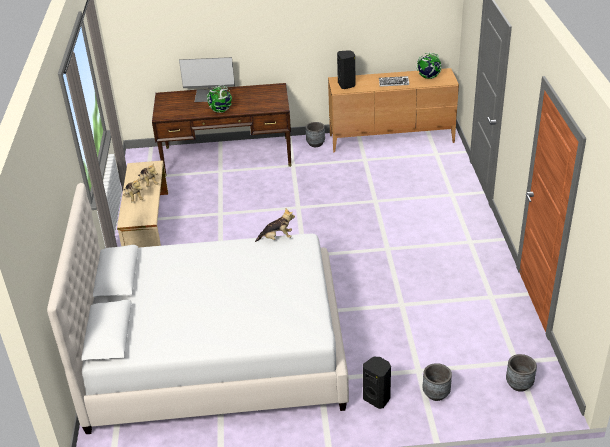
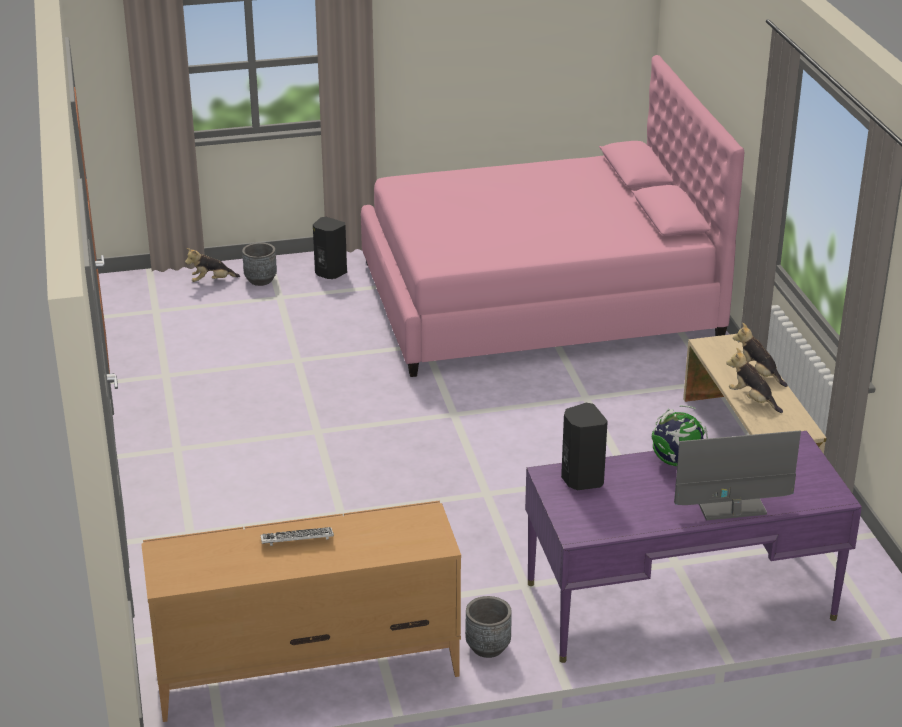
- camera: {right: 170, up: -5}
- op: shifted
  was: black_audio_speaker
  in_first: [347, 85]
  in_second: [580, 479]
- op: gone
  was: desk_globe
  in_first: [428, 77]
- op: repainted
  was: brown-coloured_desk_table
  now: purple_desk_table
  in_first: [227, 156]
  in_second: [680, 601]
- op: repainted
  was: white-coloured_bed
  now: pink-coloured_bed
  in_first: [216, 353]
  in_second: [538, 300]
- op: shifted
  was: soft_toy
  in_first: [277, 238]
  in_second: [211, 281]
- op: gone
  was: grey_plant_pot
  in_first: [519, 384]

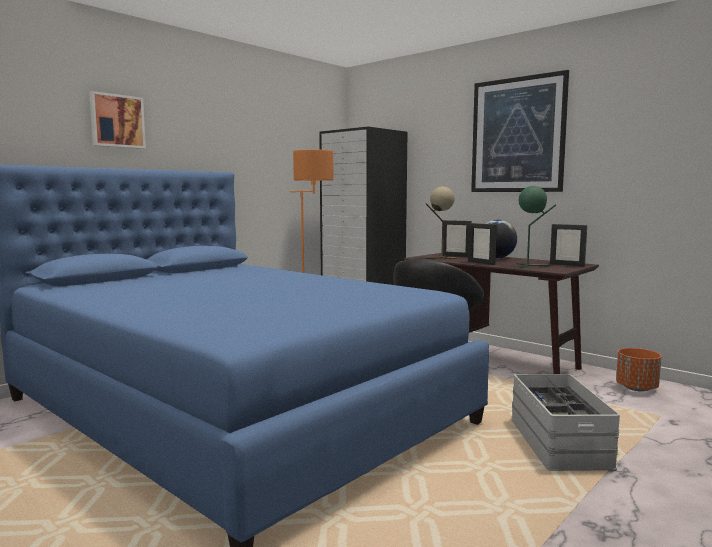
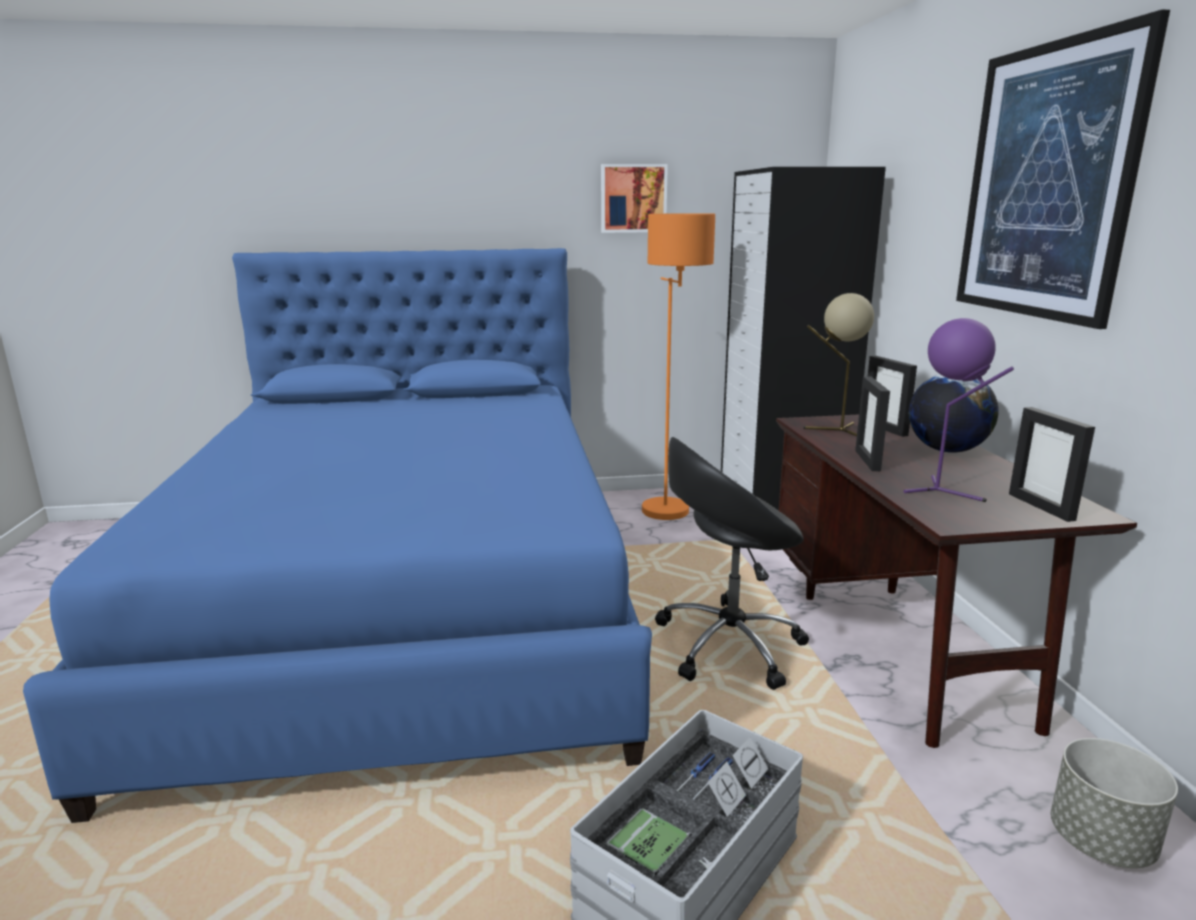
- camera: {right: 40, up: 10}
- op: shifted
  was: wall_picture
  in_first: [117, 121]
  in_second: [633, 198]
- op: repainted
  was: greenish_lamp_for_a_table
  now: purple_lamp_for_a_table
  in_first: [530, 266]
  in_second: [943, 491]
- op: repainted
  was: orange-coloured_plant_pot
  now: grey_plant_pot
  in_first: [637, 388]
  in_second: [1101, 842]

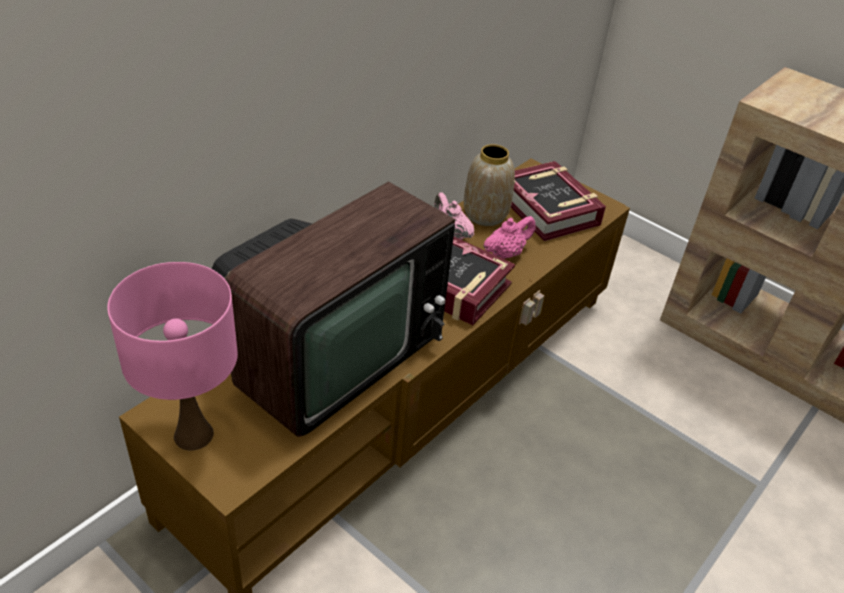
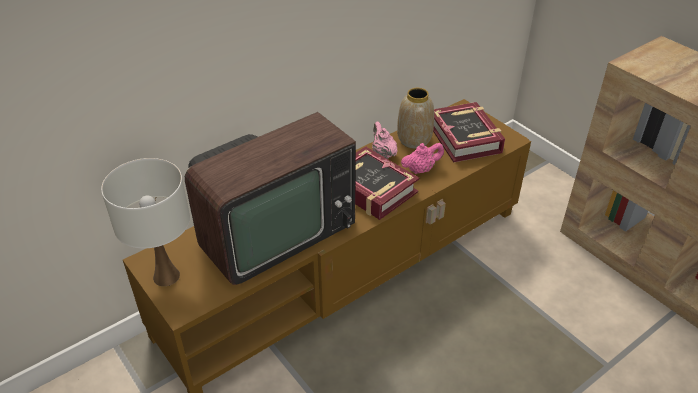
- camera: {right: 15, up: 0}
- op: repainted
  was: pink-coloured_lamp_for_a_table
  now: white-coloured_lamp_for_a_table
  in_first: [194, 434]
  in_second: [167, 276]

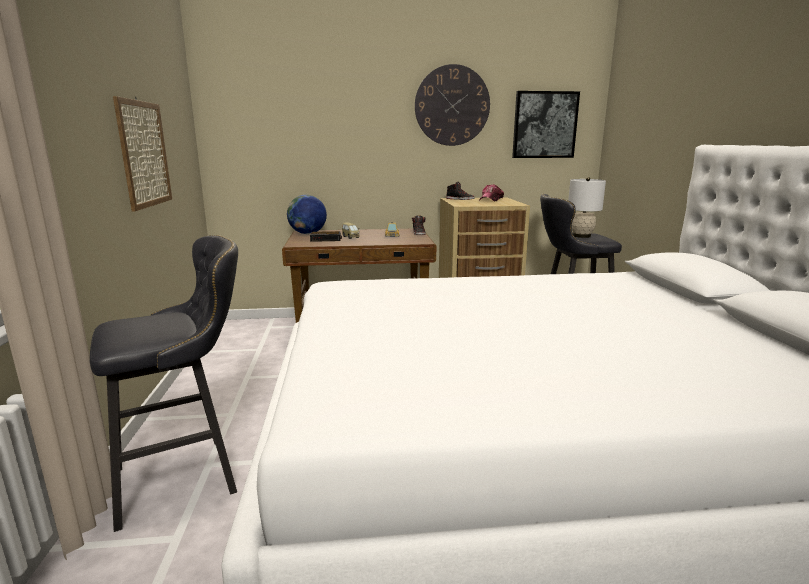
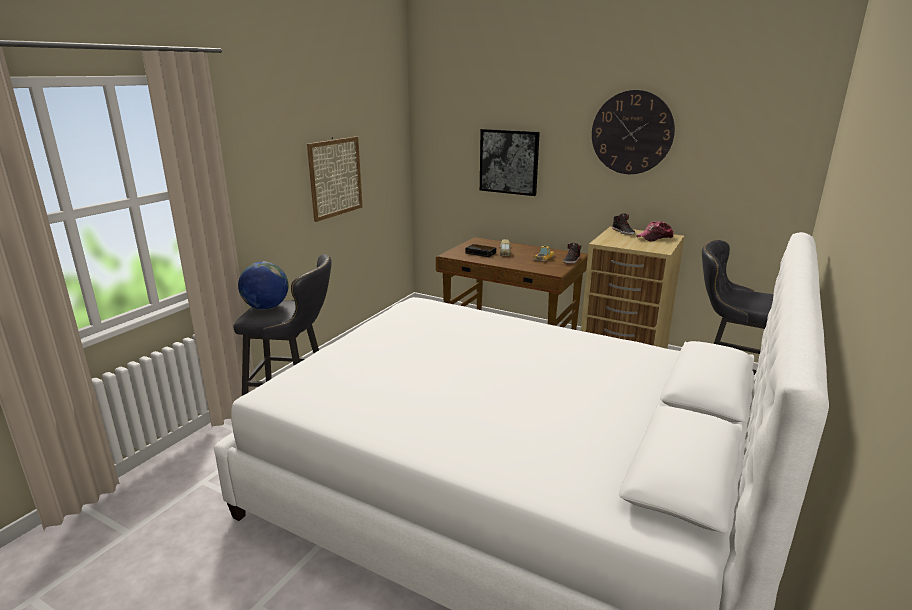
- camera: {right: 35, up: 5}
- op: shifted
  was: wall_picture
  in_first: [544, 125]
  in_second: [509, 162]
- op: gone
  was: white-coloured_lamp_for_a_table
  in_first: [581, 236]
- op: shifted
  was: desk_globe
  in_first: [308, 233]
  in_second: [266, 307]

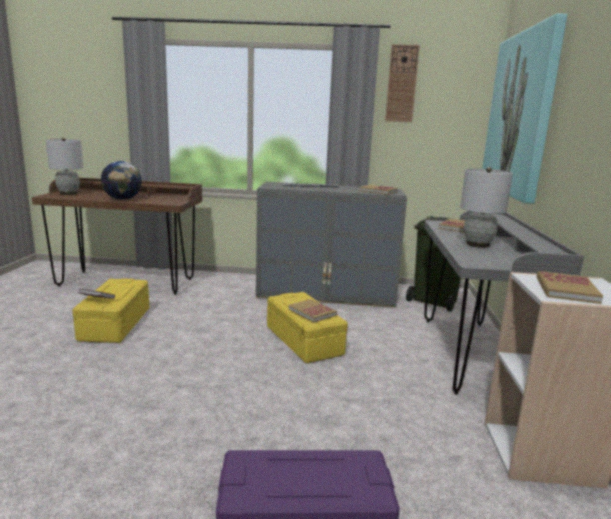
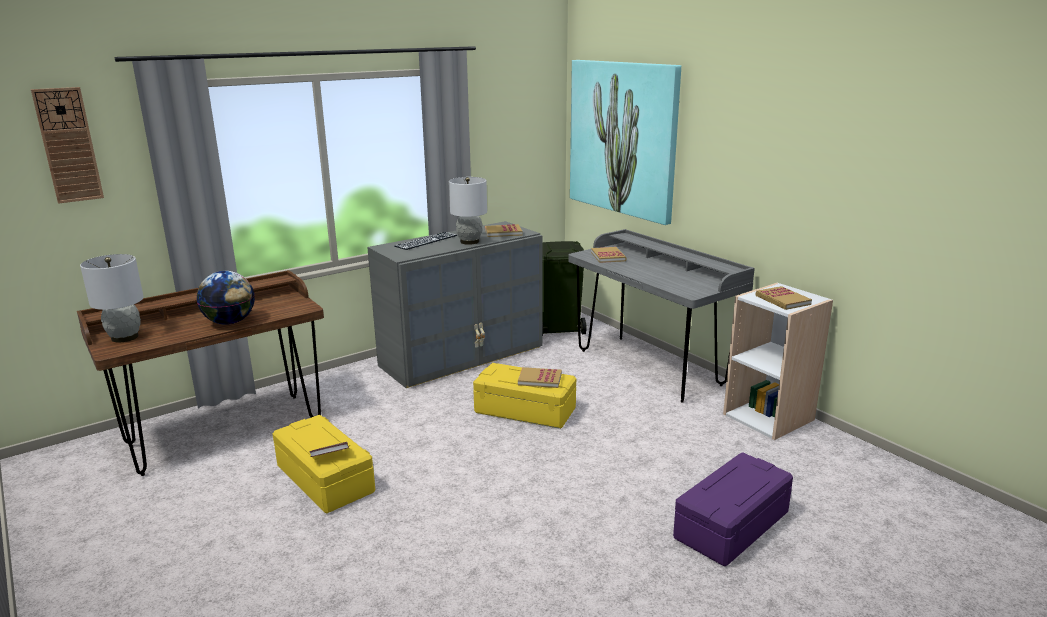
- camera: {right: -40, up: 5}
- op: shifted
  was: wall_clock
  in_first: [401, 84]
  in_second: [68, 145]
- op: shifted
  was: white-coloured_lamp_for_a_table
  in_first: [477, 244]
  in_second: [469, 241]

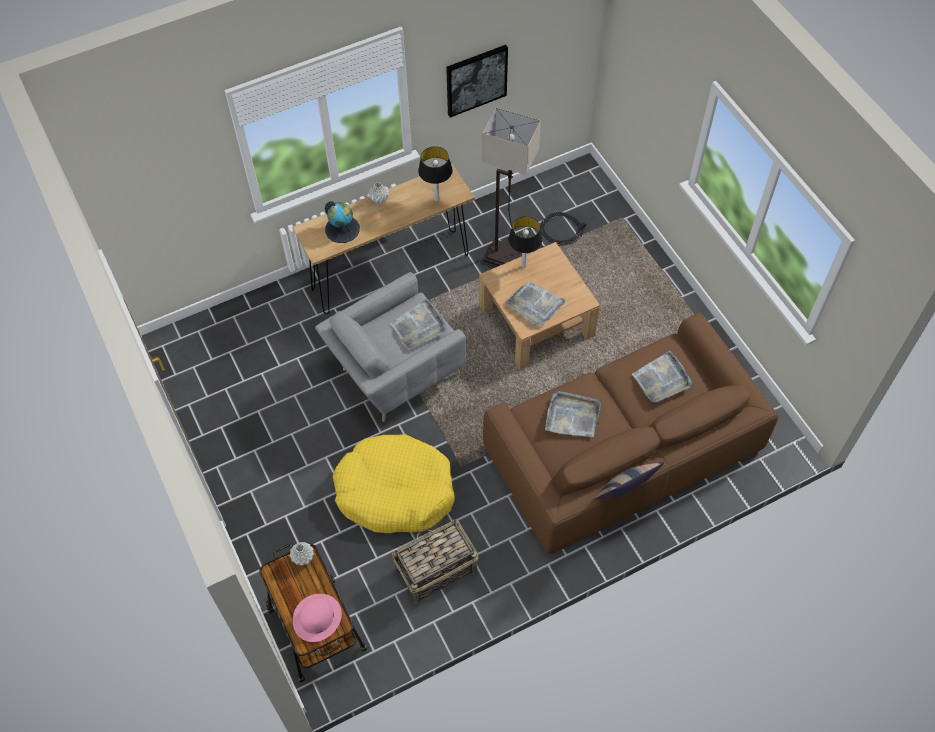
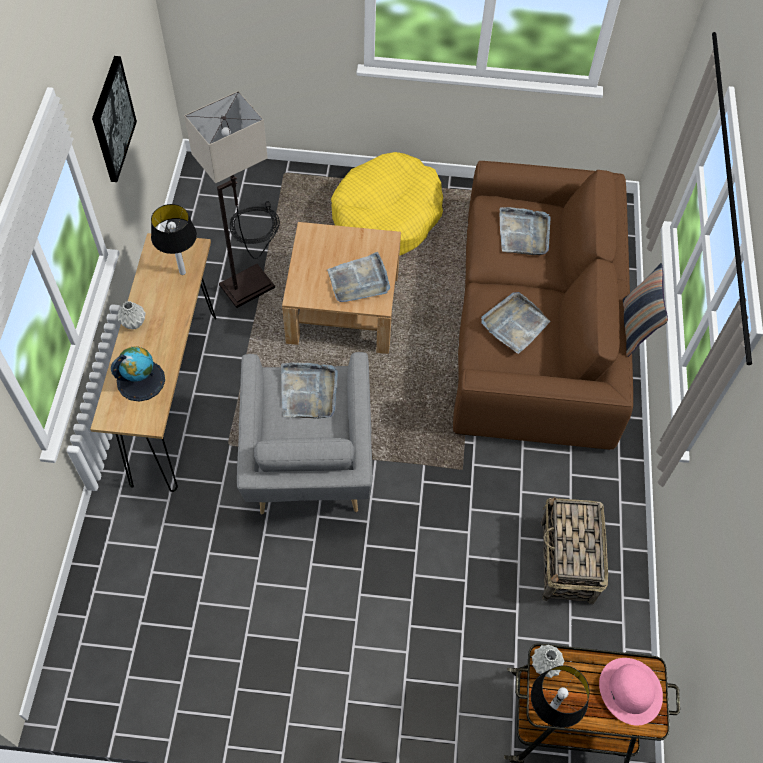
- camera: {right: -60, up: 0}
- op: shifted
  was: lamp_for_a_table
  in_first: [524, 265]
  in_second: [546, 715]
- op: shifted
  was: yellow-coloured_pet_bed
  in_first: [395, 491]
  in_second: [386, 218]

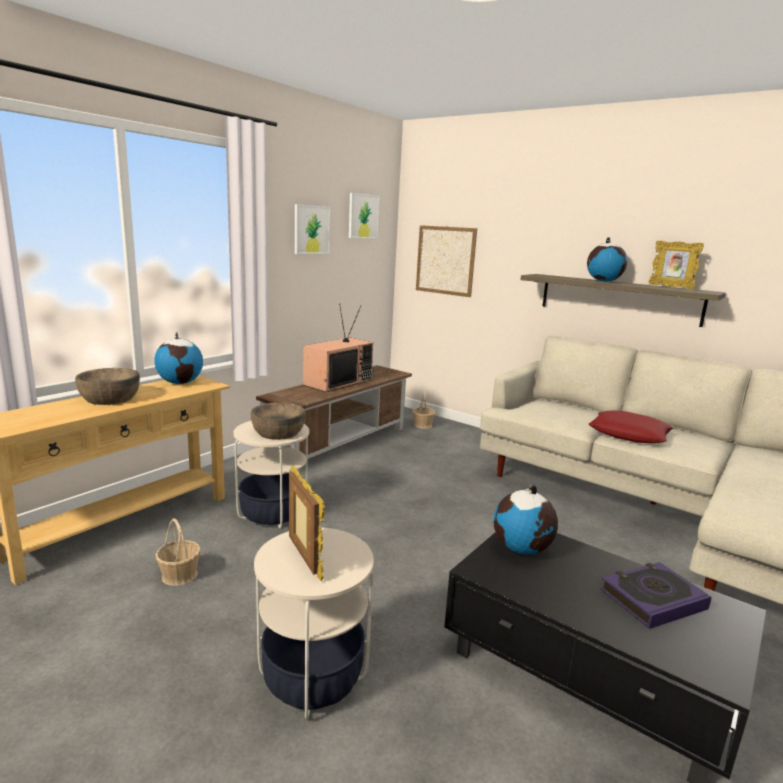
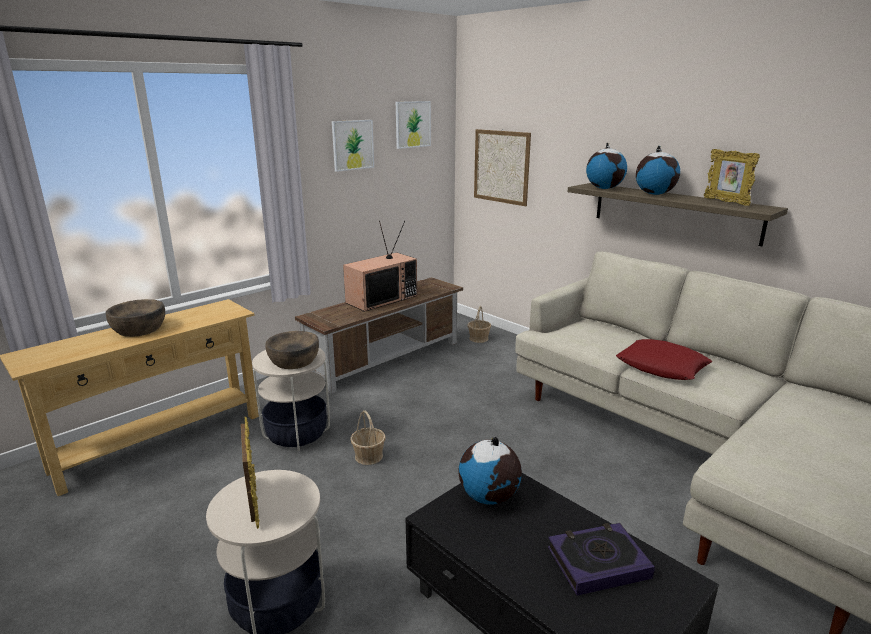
- camera: {right: 10, up: 5}
- op: shifted
  was: desk_globe
  in_first: [180, 383]
  in_second: [604, 188]
- op: shifted
  was: storage_basket
  in_first: [180, 575]
  in_second: [369, 456]

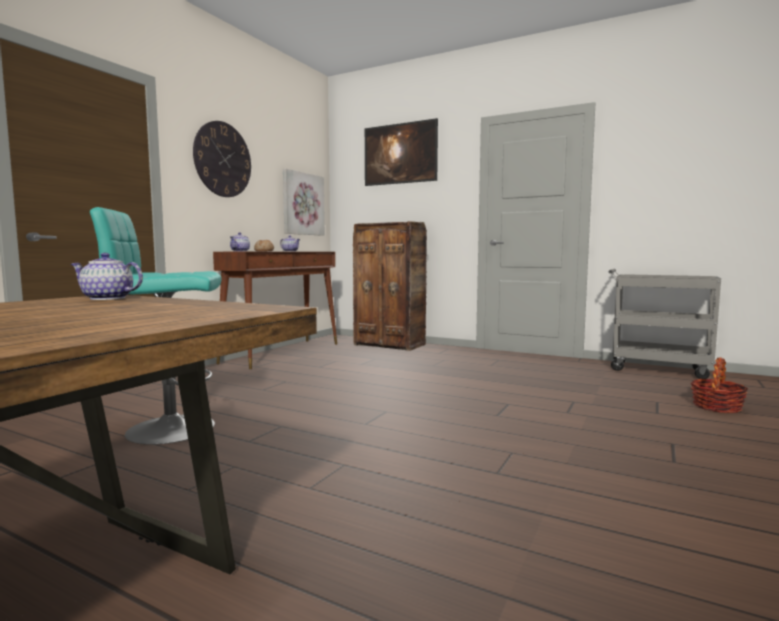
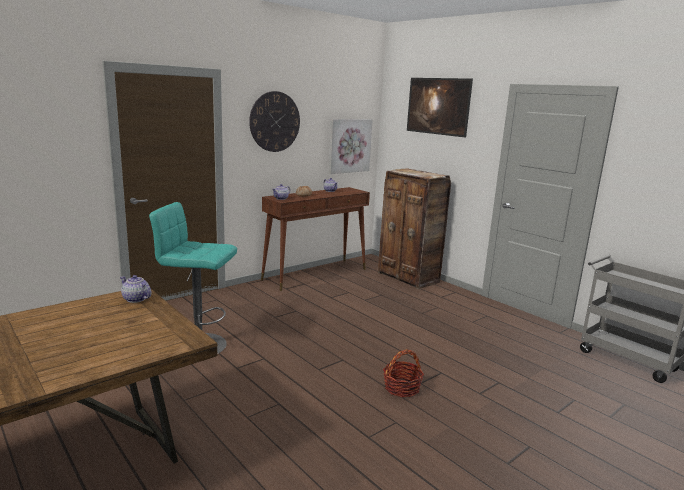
- camera: {right: 20, up: 10}
- op: shifted
  was: storage_basket
  in_first: [716, 407]
  in_second: [402, 388]

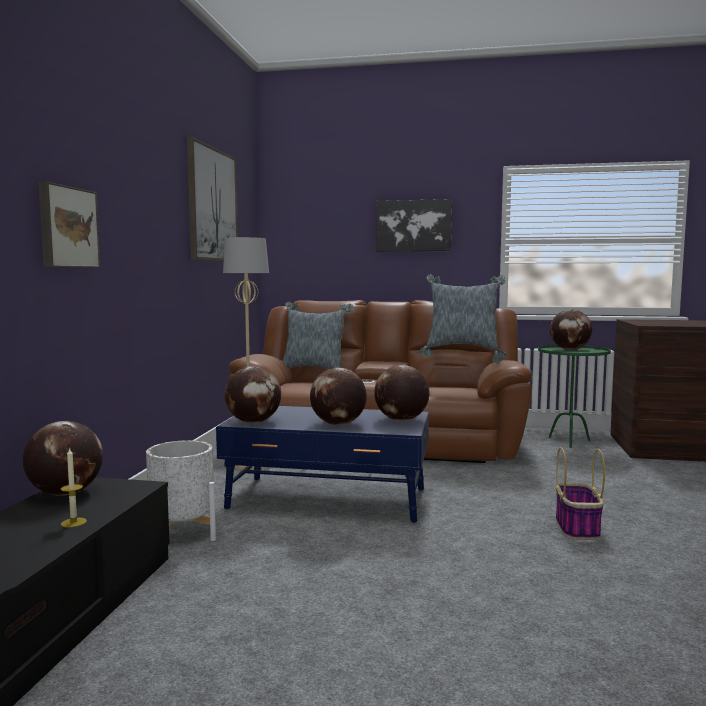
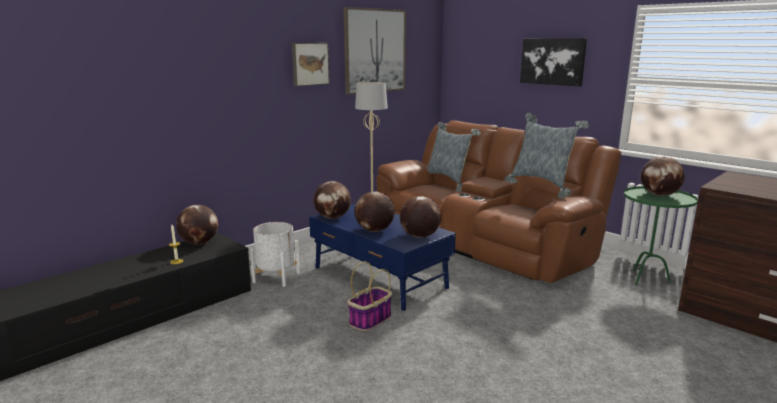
- camera: {right: 35, up: 10}
- op: shifted
  was: wall_picture
  in_first: [67, 227]
  in_second: [309, 64]
- op: shifted
  was: storage_basket
  in_first: [577, 528]
  in_second: [370, 320]

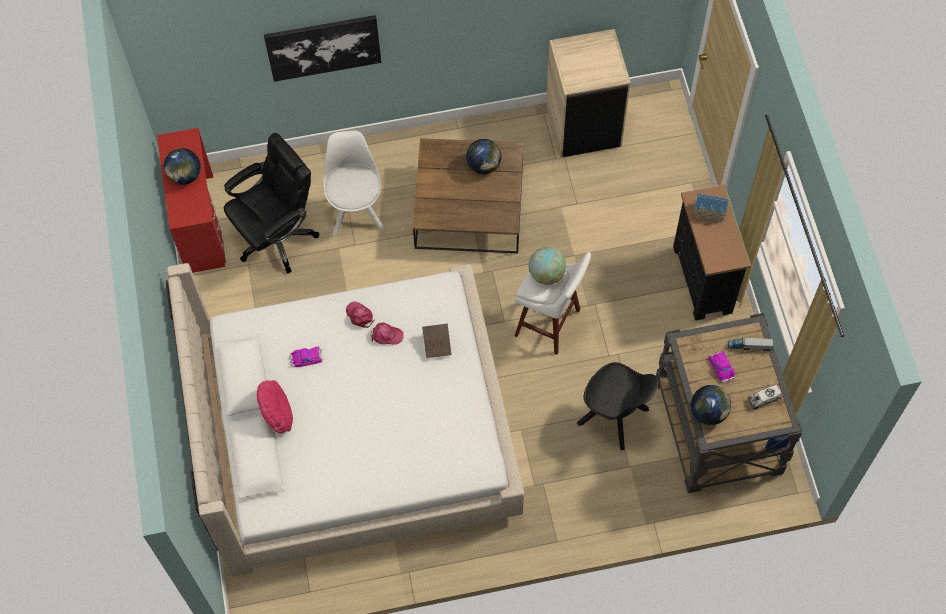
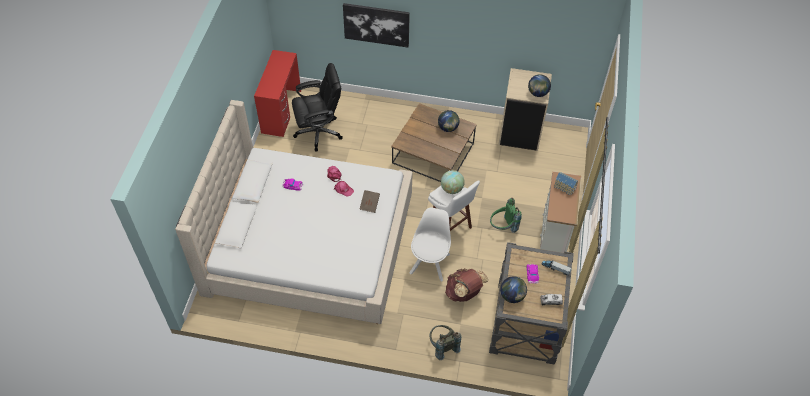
- camera: {right: 20, up: -10}
- op: shifted
  was: white-coloured_chair
  in_first: [356, 209]
  in_second: [430, 263]
- op: shifted
  was: desk_globe
  in_first: [185, 176]
  in_second: [537, 93]
- op: repainted
  was: black_drawer_chest
  now: white-coloured_drawer_chest
  in_first: [701, 280]
  in_second: [552, 237]
- op: swapped
  was: black_chair
  now: brown-coloured_backpack
  in_first: [614, 417]
  in_second: [464, 293]
- op: gone
  was: pink-coloured_throw_pillow
  in_first: [277, 415]
- op: new
  now: greenish_backpack
  in_second: [503, 227]
- op: new
  now: grey_backpack
  in_second: [442, 346]

